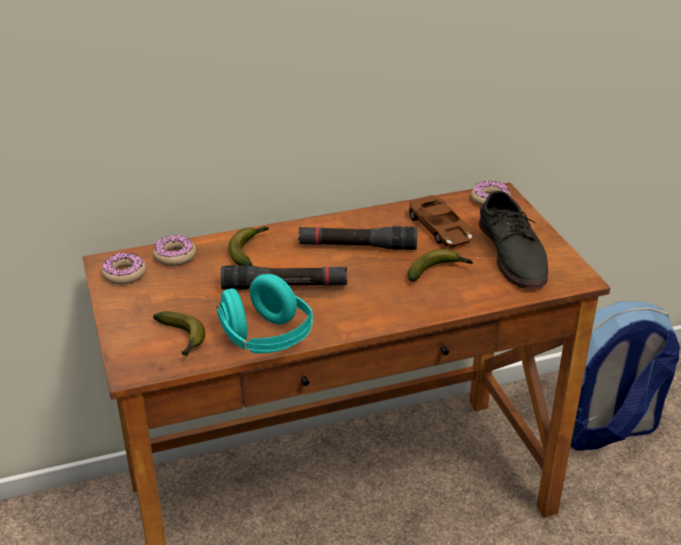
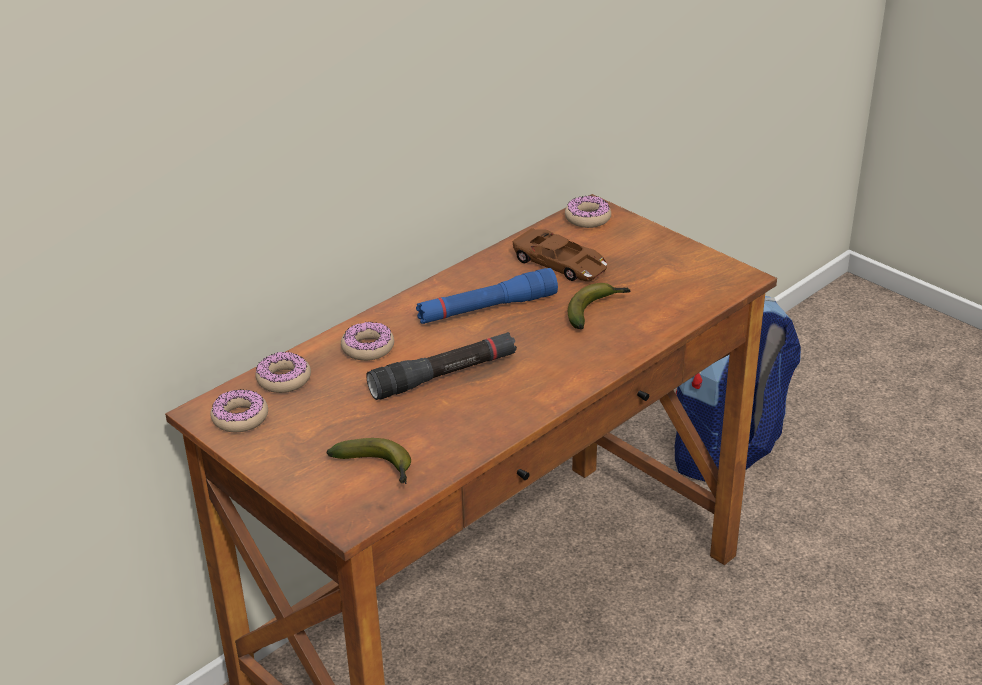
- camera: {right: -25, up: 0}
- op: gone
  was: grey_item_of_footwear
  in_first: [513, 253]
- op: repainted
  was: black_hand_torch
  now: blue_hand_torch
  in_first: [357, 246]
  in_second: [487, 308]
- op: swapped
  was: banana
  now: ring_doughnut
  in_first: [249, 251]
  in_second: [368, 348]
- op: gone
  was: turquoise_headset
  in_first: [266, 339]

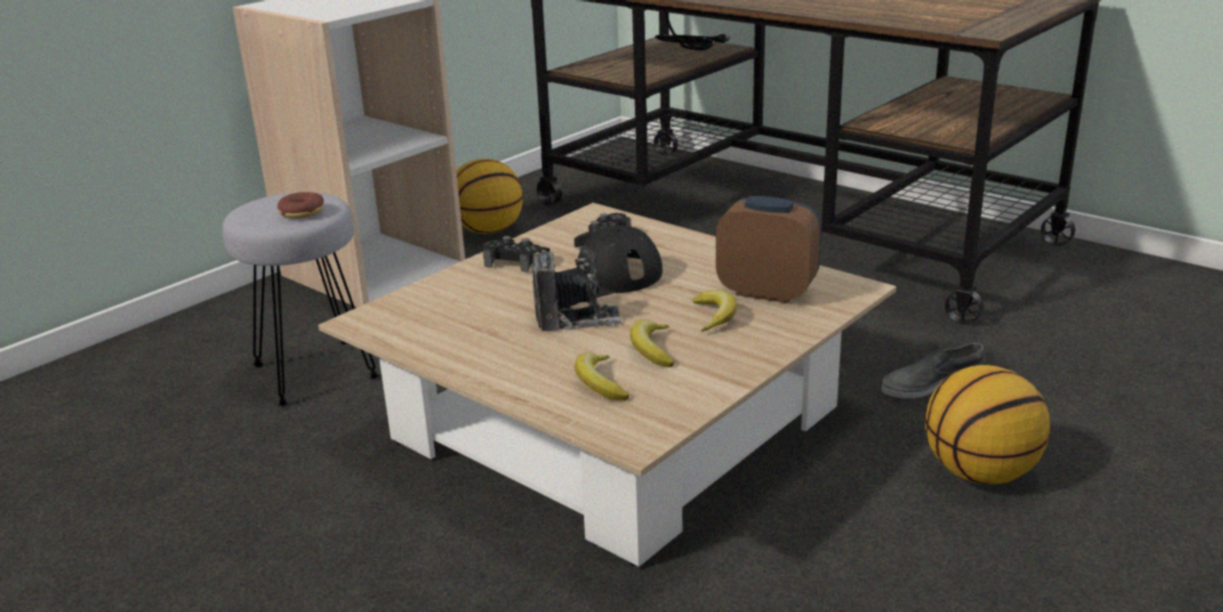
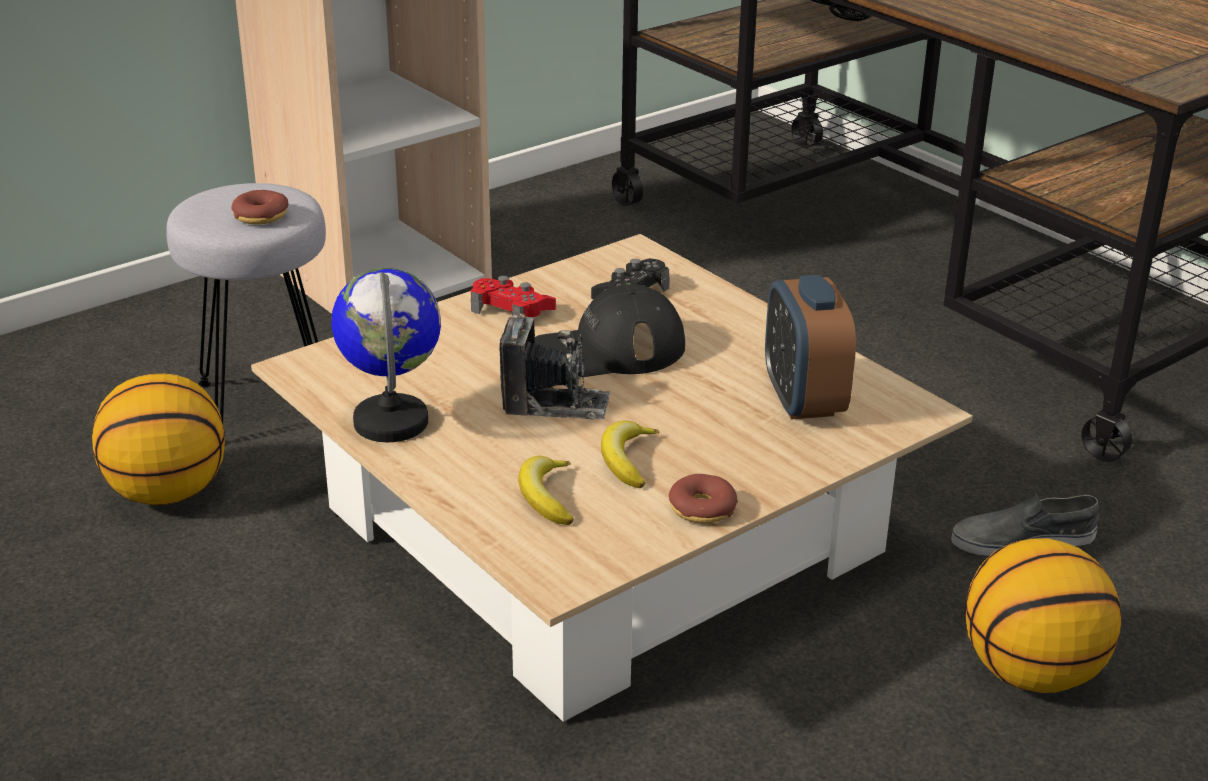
- camera: {right: 10, up: 5}
- op: shifted
  was: basketball_ball
  in_first: [488, 231]
  in_second: [167, 492]
- op: rotated
  was: bedside_clock
  in_first: [767, 292]
  in_second: [803, 400]
  clockwise: -135
- op: repainted
  was: black_game_controller
  now: reddish_game_controller
  in_first: [515, 262]
  in_second: [511, 310]
- op: gone
  was: banana
  in_first: [715, 316]
- op: new
  now: desk_globe
  in_second: [392, 421]
- op: new
  now: ring_doughnut
  in_second: [702, 509]

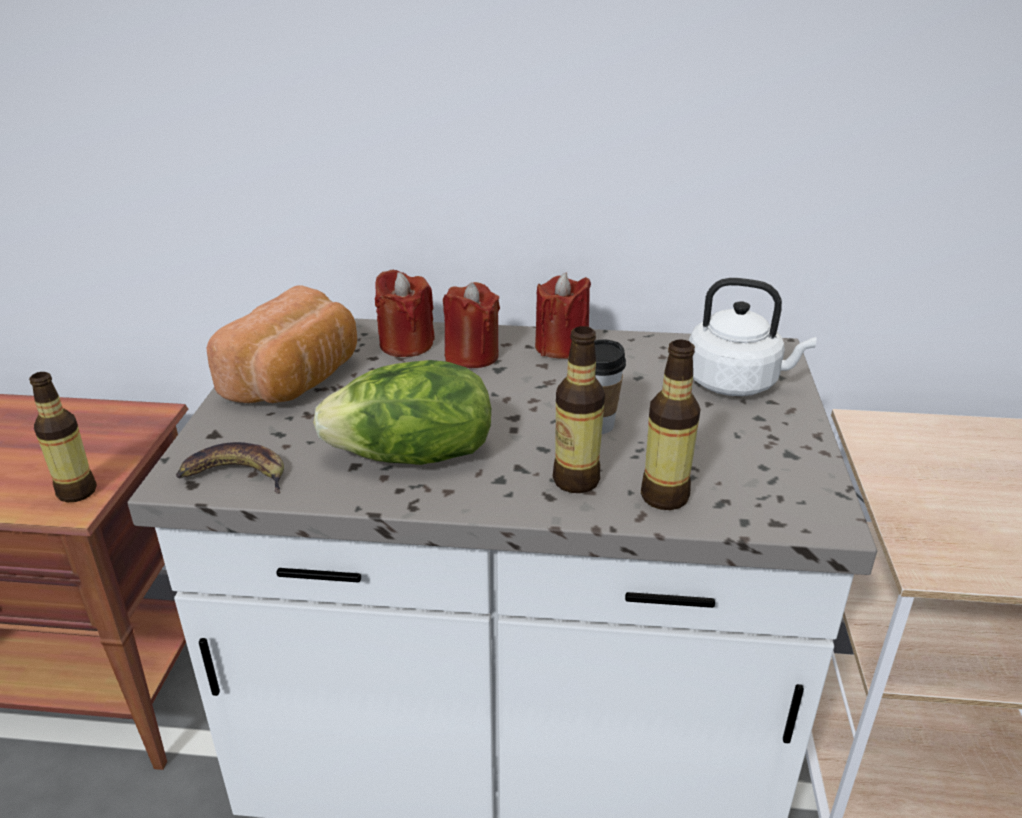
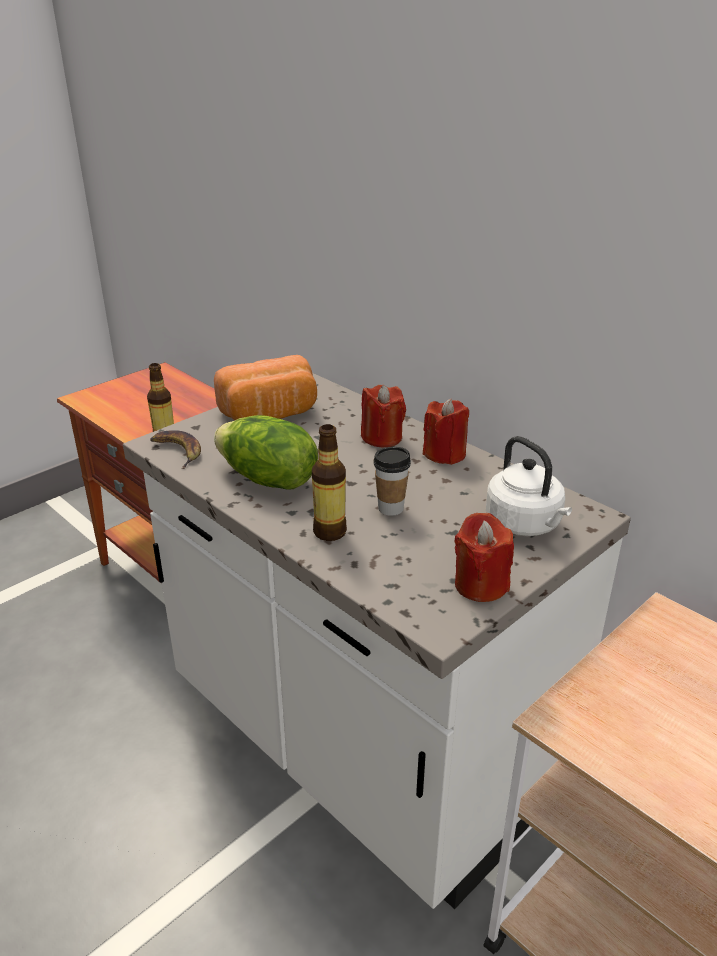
- camera: {right: 40, up: 0}
- op: shifted
  was: reddish_candle
  in_first: [406, 344]
  in_second: [480, 585]
- op: gone
  was: drink_bottle
  in_first: [664, 496]

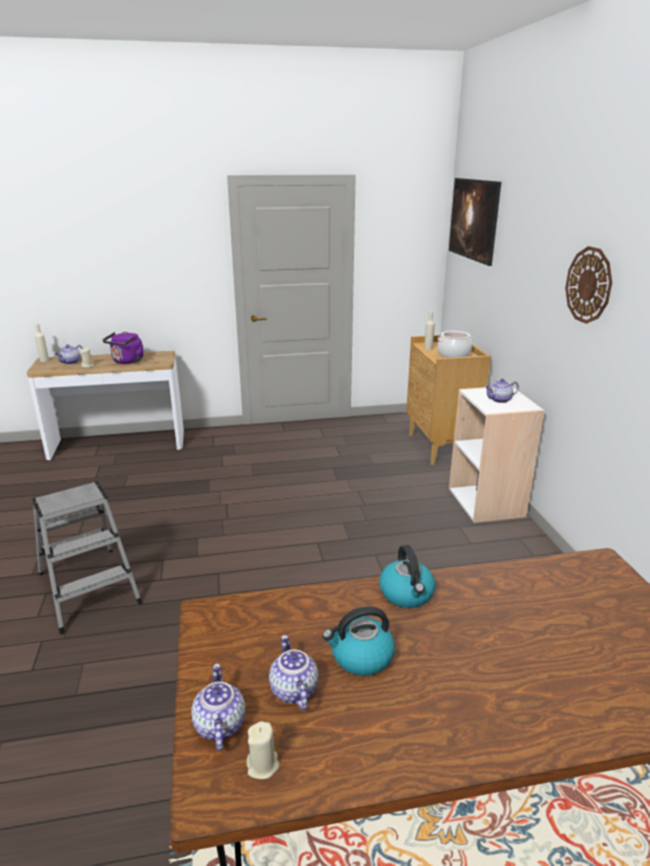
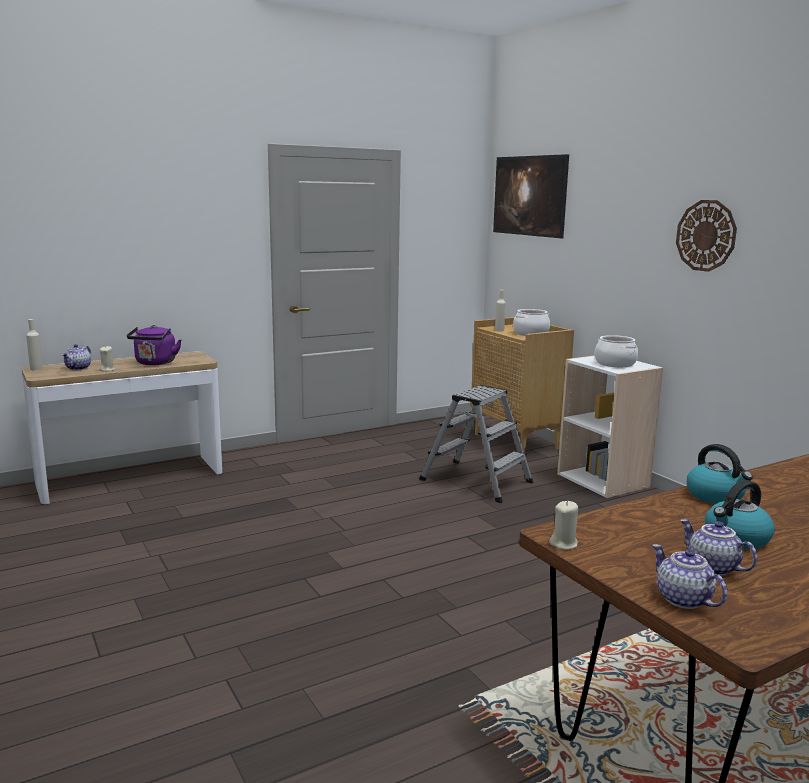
- camera: {right: -20, up: -10}
- op: swapped
  was: teapot
  now: saucepot
  in_first: [500, 400]
  in_second: [615, 363]
- op: shifted
  was: grey_stepladder
  in_first: [88, 587]
  in_second: [475, 481]
- op: shifted
  was: sand-coloured_candle
  in_first: [263, 765]
  in_second: [564, 544]

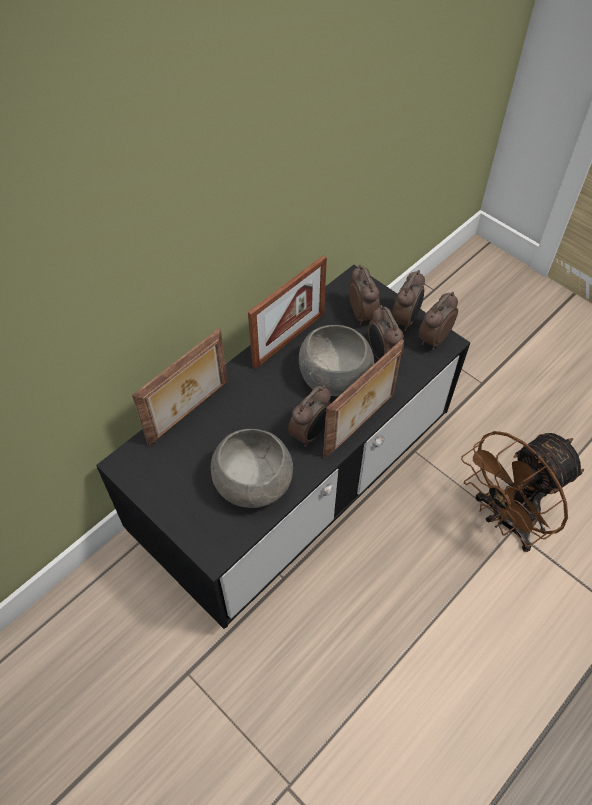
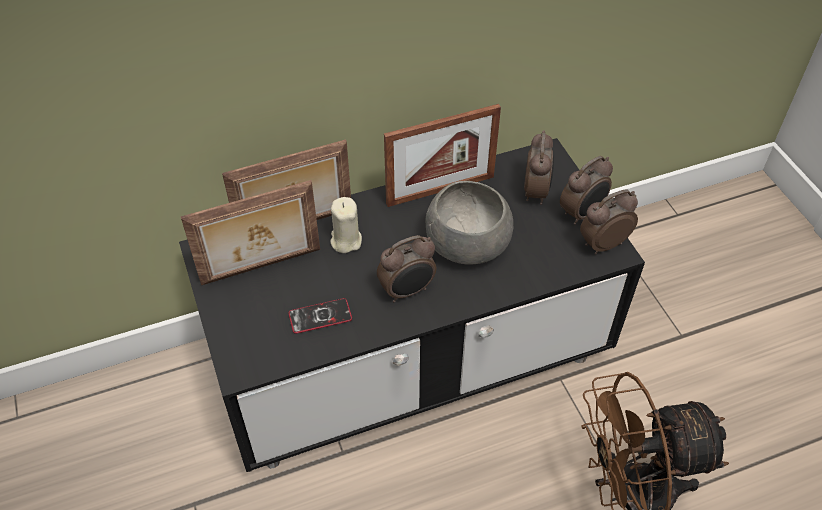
- camera: {right: 25, up: -5}
- op: gone
  was: bedside_clock
  in_first: [382, 355]
- op: shifted
  was: photo_frame
  in_first: [361, 425]
  in_second: [262, 268]
- op: swapped
  was: grey_bowl
  now: telephone
  in_first: [254, 482]
  in_second: [320, 316]
- op: new
  now: sand-coloured_candle
  in_second: [346, 240]

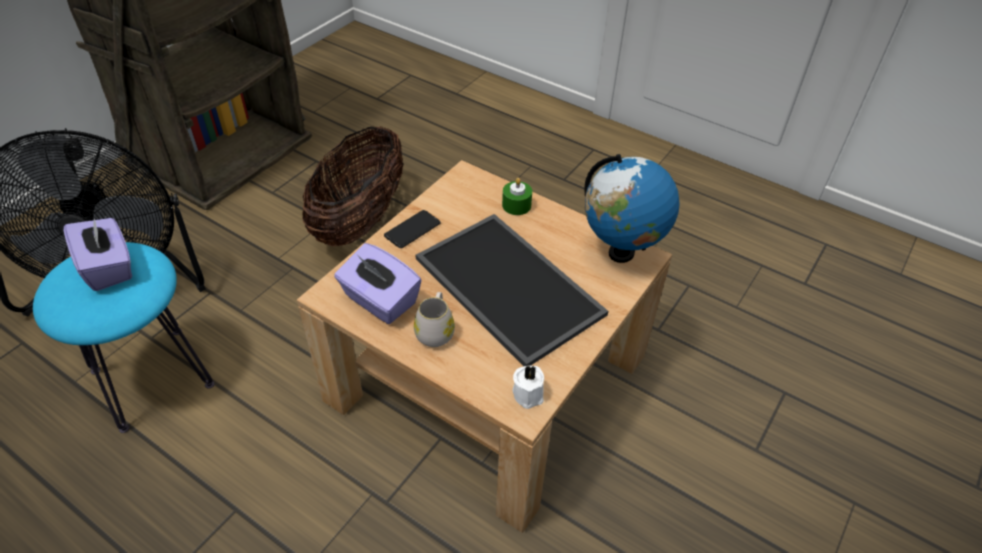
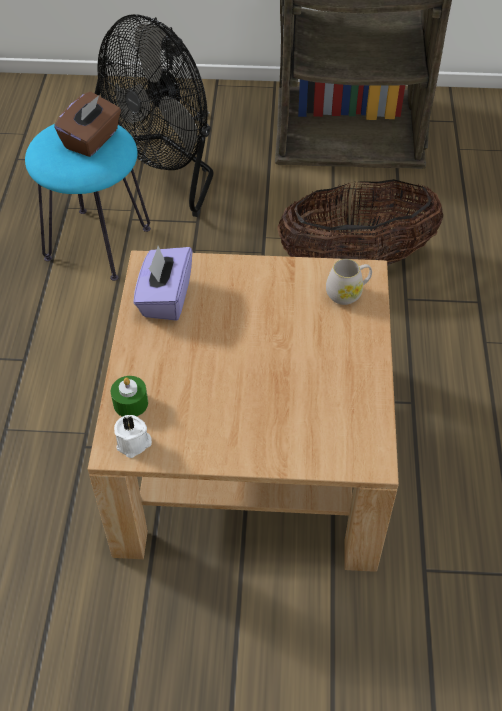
- camera: {right: 60, up: 5}
- op: gone
  was: desk_globe
  in_first: [621, 253]
- op: shifted
  was: greenish_candle
  in_first: [516, 205]
  in_second: [130, 403]
- op: gone
  was: telephone
  in_first: [412, 230]
- op: gone
  was: tray
  in_first: [505, 286]
- op: repainted
  was: purple_tissue_holder
  now: brown-coloured_tissue_holder
  in_first: [109, 267]
  in_second: [92, 140]
- op: shifted
  was: white-coloured_tea_mug
  in_first: [436, 331]
  in_second: [348, 293]

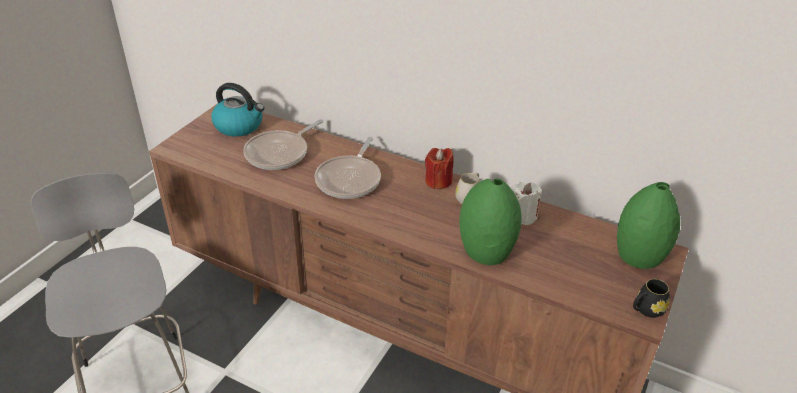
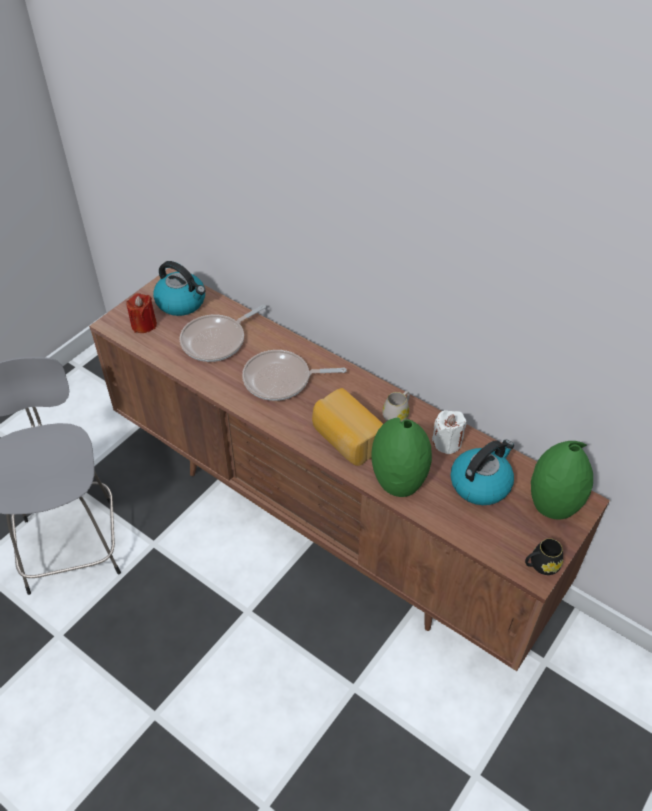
- camera: {right: 10, up: 10}
- op: rotated
  was: frying_pan
  in_first: [350, 179]
  in_second: [281, 380]
  clockwise: 60
- op: shifted
  was: reddish_candle
  in_first: [438, 181]
  in_second: [144, 325]
- op: new
  now: bakery_bread
  in_second: [346, 439]
- op: new
  now: water_kettle
  in_second: [480, 483]

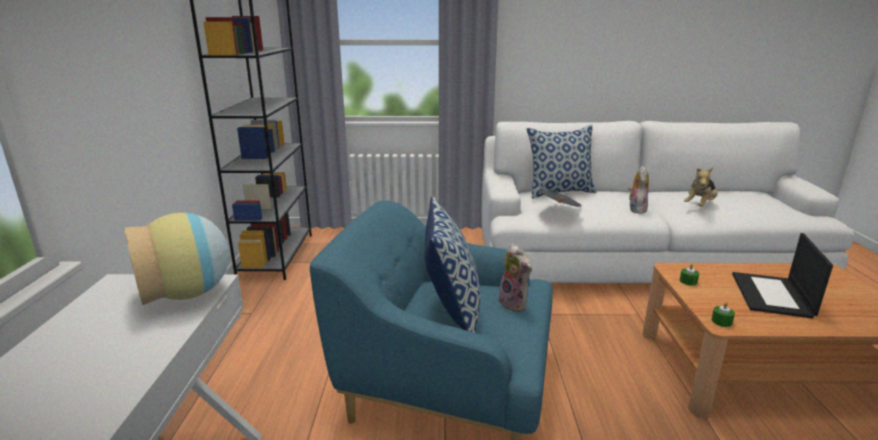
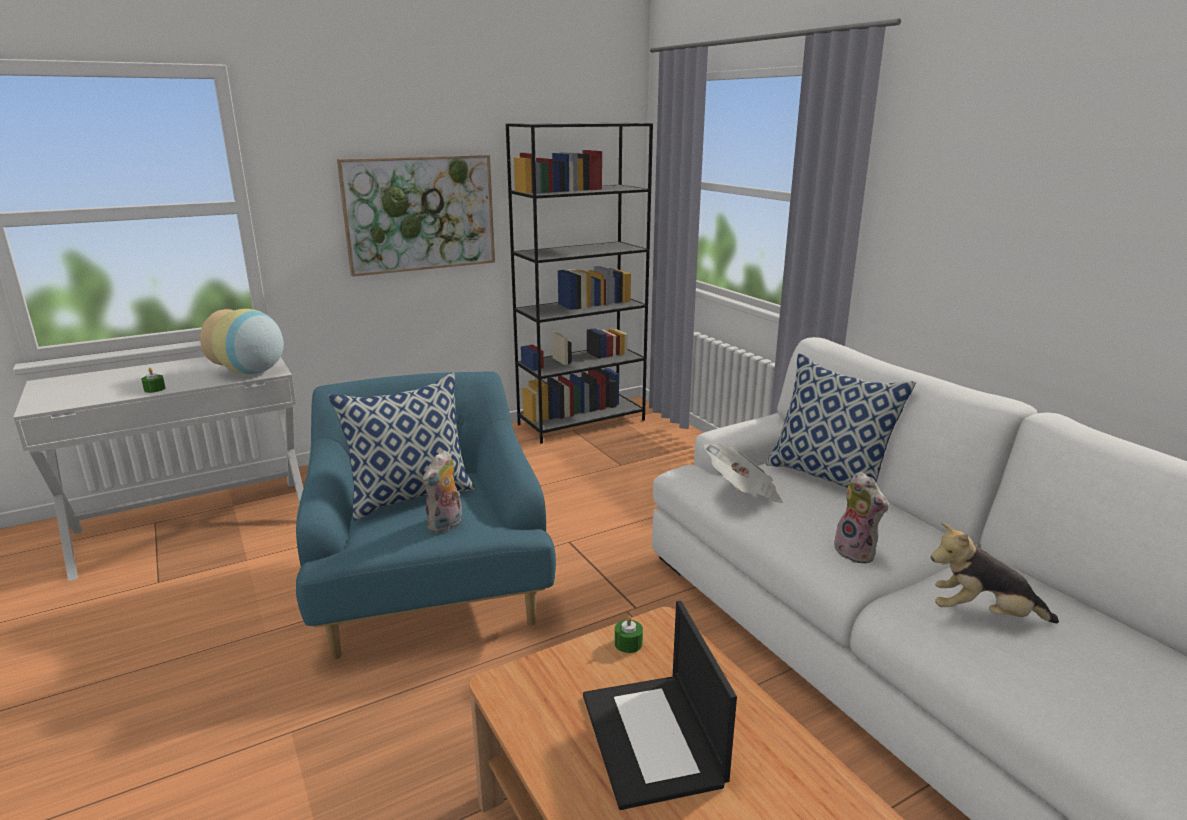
- camera: {right: 60, up: 0}
- op: rotated
  was: soft_toy
  in_first: [636, 209]
  in_second: [857, 552]
  clockwise: 75
- op: rotated
  was: laptop
  in_first: [772, 295]
  in_second: [653, 739]
  clockwise: -90
- op: shifted
  was: greenish_candle
  in_first: [721, 321]
  in_second: [154, 389]
- op: new
  now: wall_picture
  in_second: [420, 214]

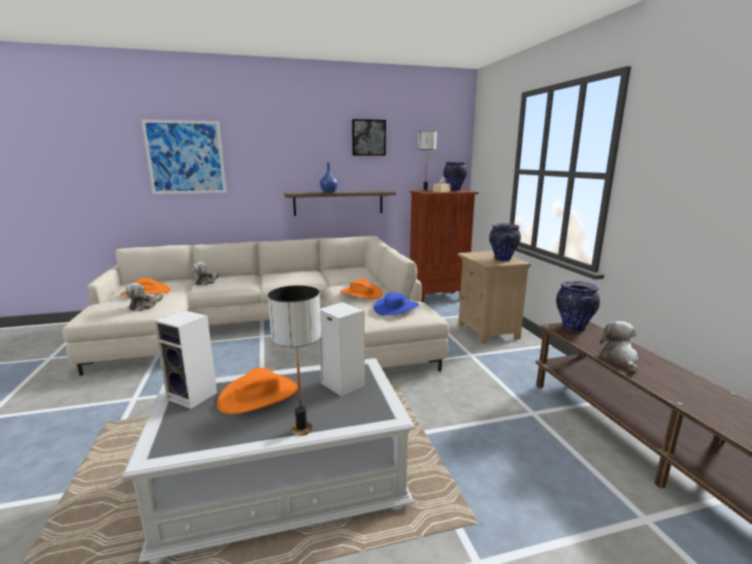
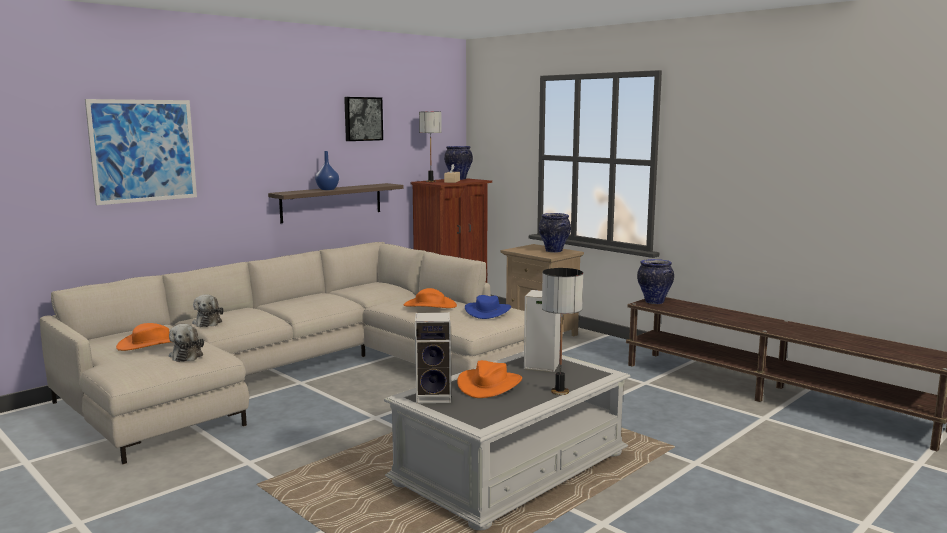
- camera: {right: -30, up: -5}
- op: gone
  was: soft_toy
  in_first: [620, 358]

